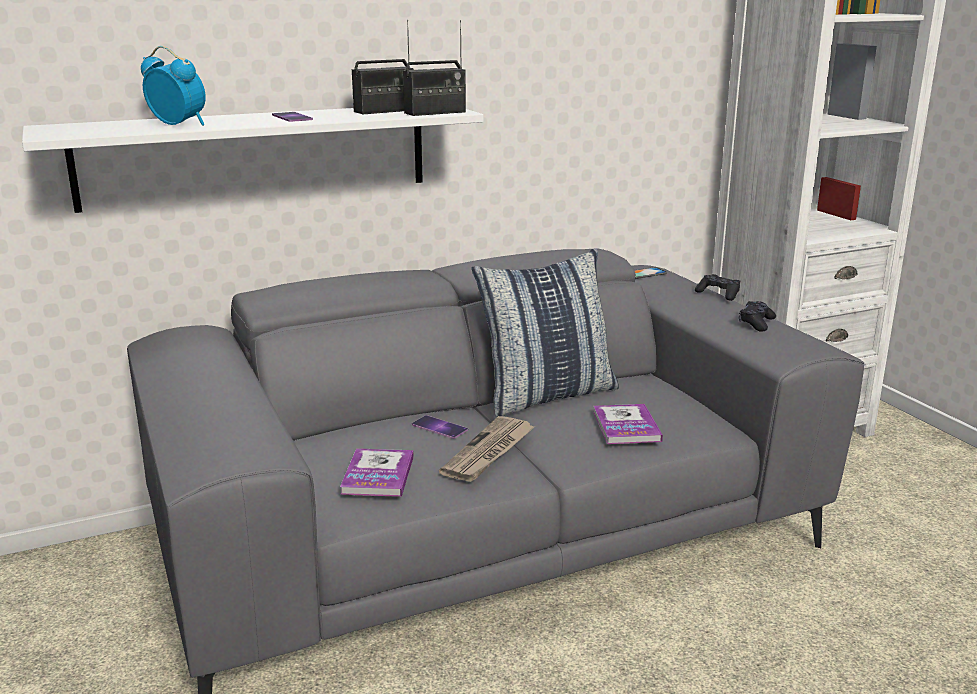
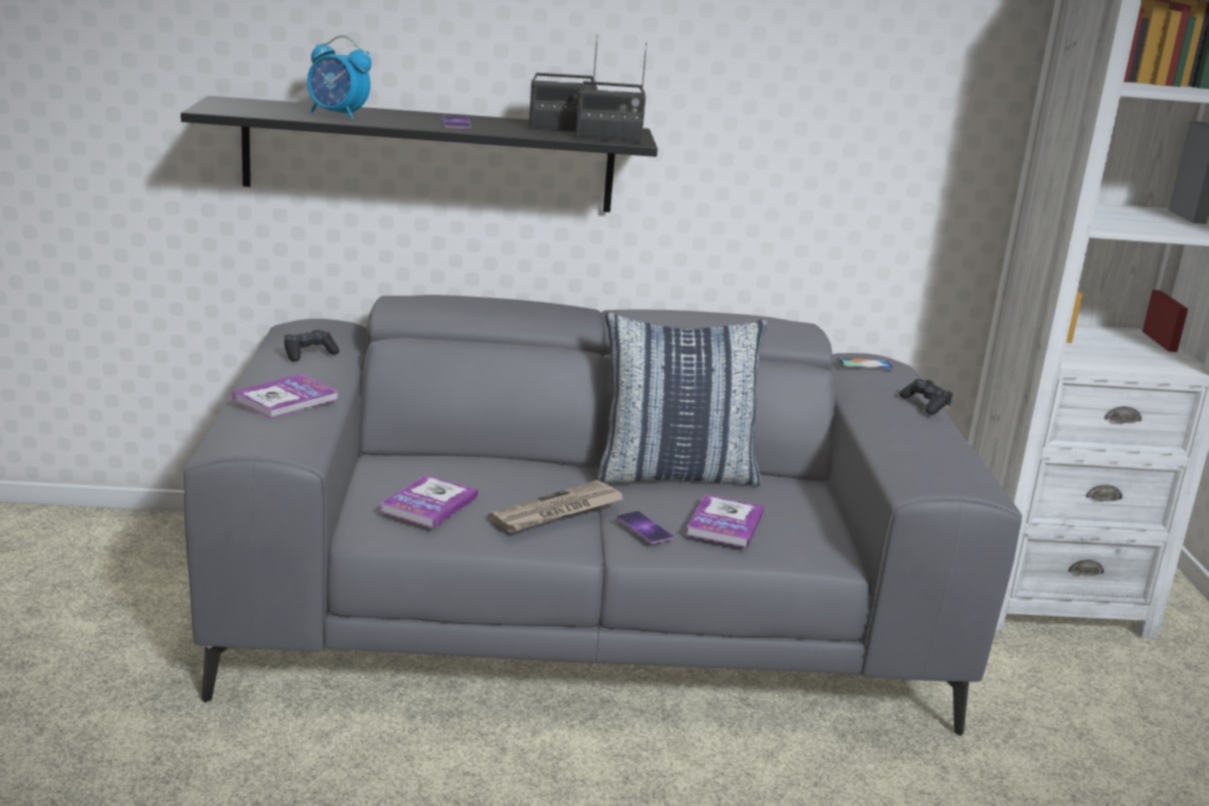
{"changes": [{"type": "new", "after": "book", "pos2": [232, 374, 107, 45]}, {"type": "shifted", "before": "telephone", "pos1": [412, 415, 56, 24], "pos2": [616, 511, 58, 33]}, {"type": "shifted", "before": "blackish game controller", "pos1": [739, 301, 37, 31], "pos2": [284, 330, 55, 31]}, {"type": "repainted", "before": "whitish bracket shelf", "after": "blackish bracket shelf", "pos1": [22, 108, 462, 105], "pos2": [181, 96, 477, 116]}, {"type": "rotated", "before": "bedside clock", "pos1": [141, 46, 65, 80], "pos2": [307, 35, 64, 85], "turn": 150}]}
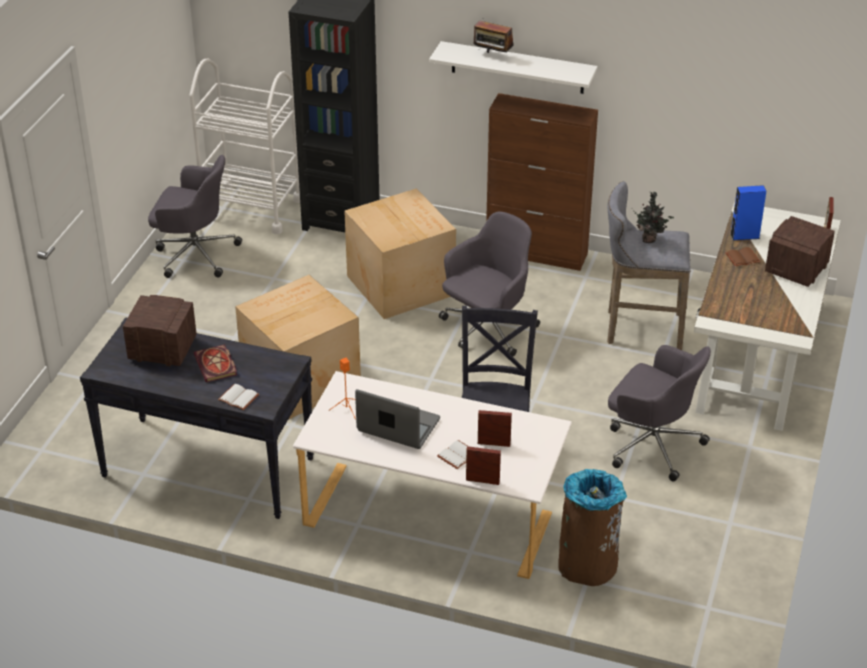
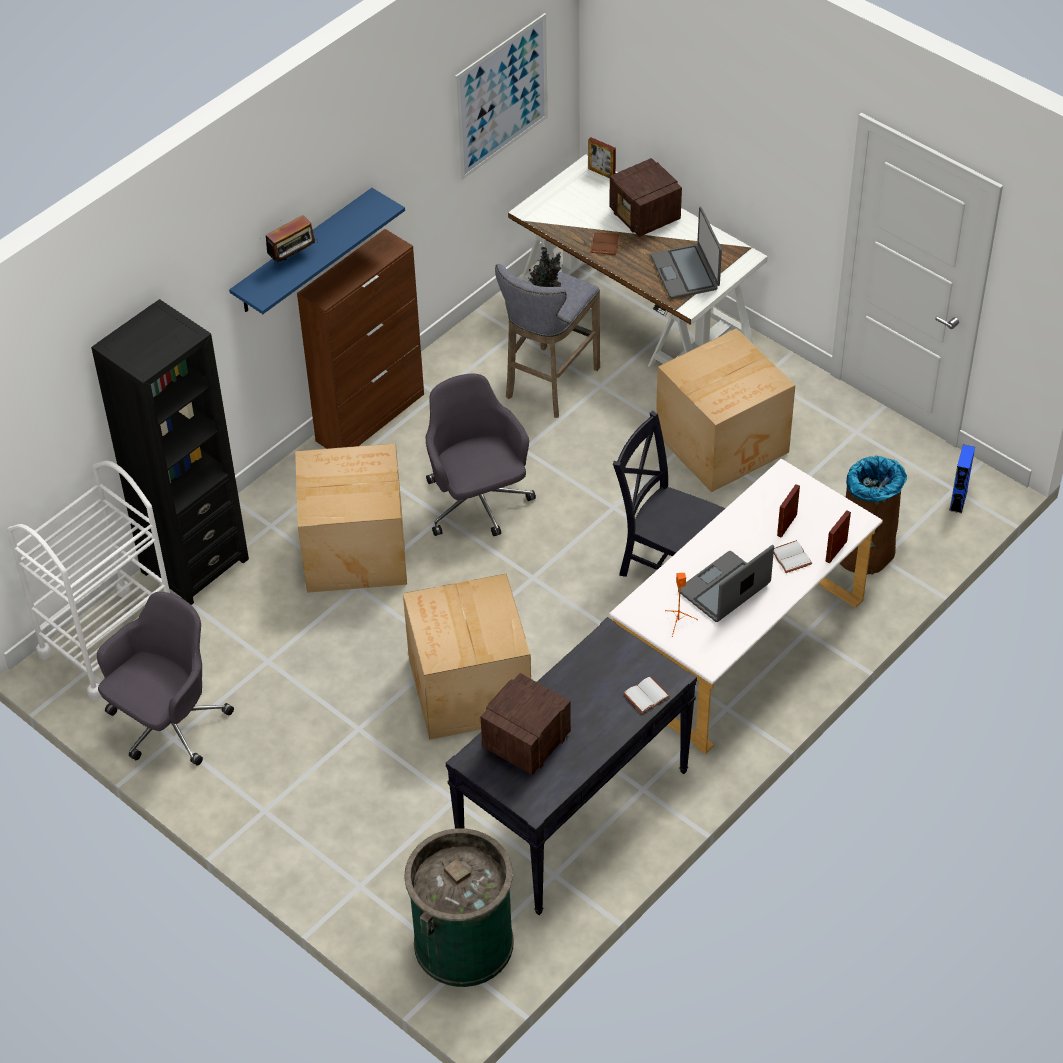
{"changes": [{"type": "gone", "before": "book", "pos1": [194, 344, 43, 38]}, {"type": "new", "after": "green trash can", "pos2": [404, 828, 110, 159]}, {"type": "new", "after": "wall picture", "pos2": [455, 13, 93, 167]}, {"type": "new", "after": "portable computer", "pos2": [651, 207, 71, 92]}, {"type": "shifted", "before": "bluish speaker", "pos1": [730, 185, 36, 56], "pos2": [949, 444, 26, 69]}, {"type": "swapped", "before": "grey office chair", "after": "cardboard box", "pos1": [608, 345, 103, 136], "pos2": [656, 328, 139, 164]}, {"type": "repainted", "before": "whitish bracket shelf", "after": "bluish bracket shelf", "pos1": [429, 41, 169, 53], "pos2": [229, 188, 176, 126]}]}
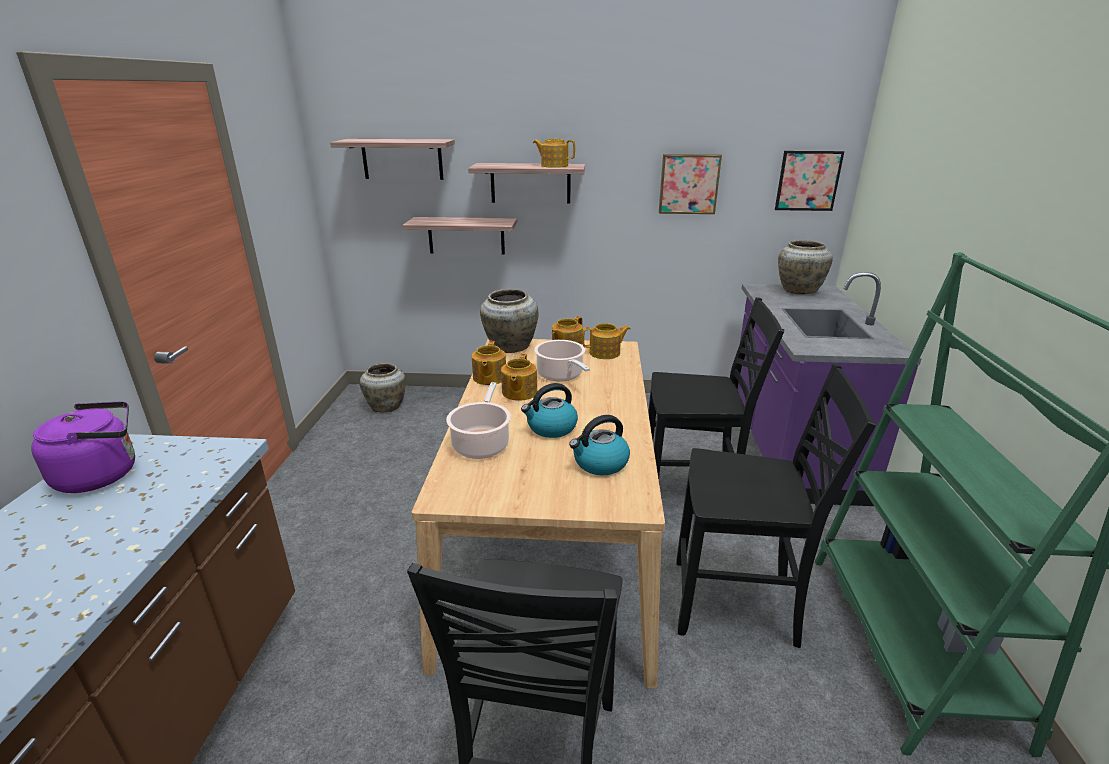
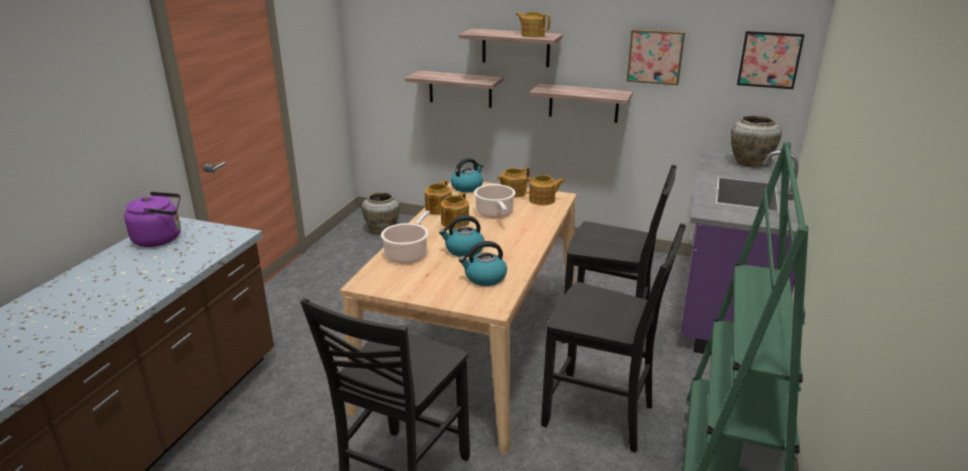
{"changes": [{"type": "shifted", "before": "bracket shelf", "pos1": [330, 139, 125, 41], "pos2": [529, 84, 104, 39]}, {"type": "swapped", "before": "beige vase", "after": "kettle", "pos1": [480, 289, 59, 64], "pos2": [451, 158, 32, 34]}]}
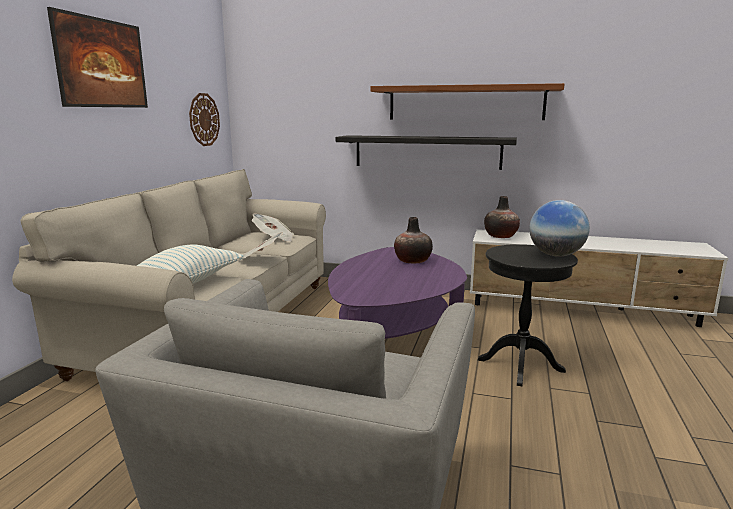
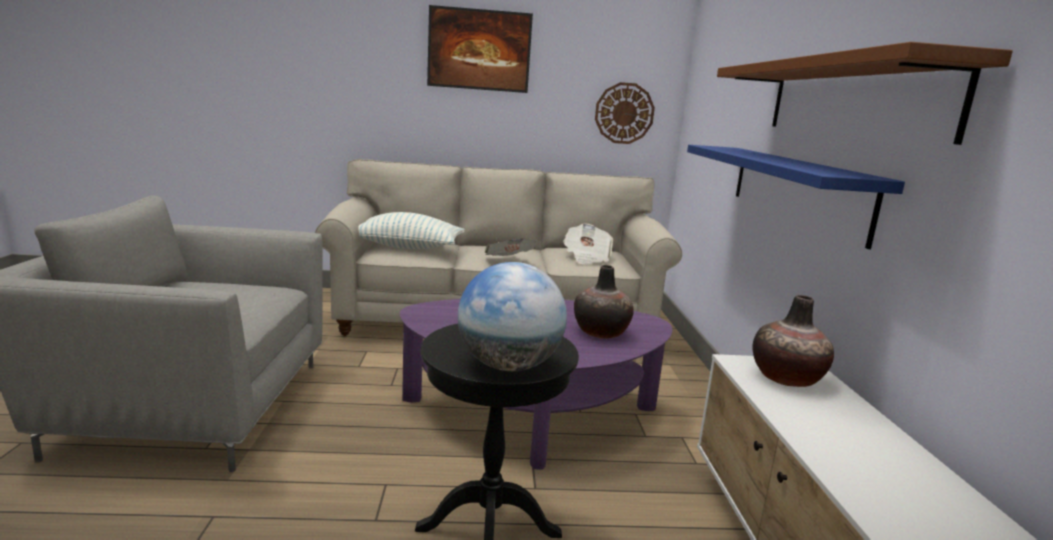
{"changes": [{"type": "repainted", "before": "blackish bracket shelf", "after": "bluish bracket shelf", "pos1": [336, 135, 181, 35], "pos2": [687, 145, 218, 104]}]}
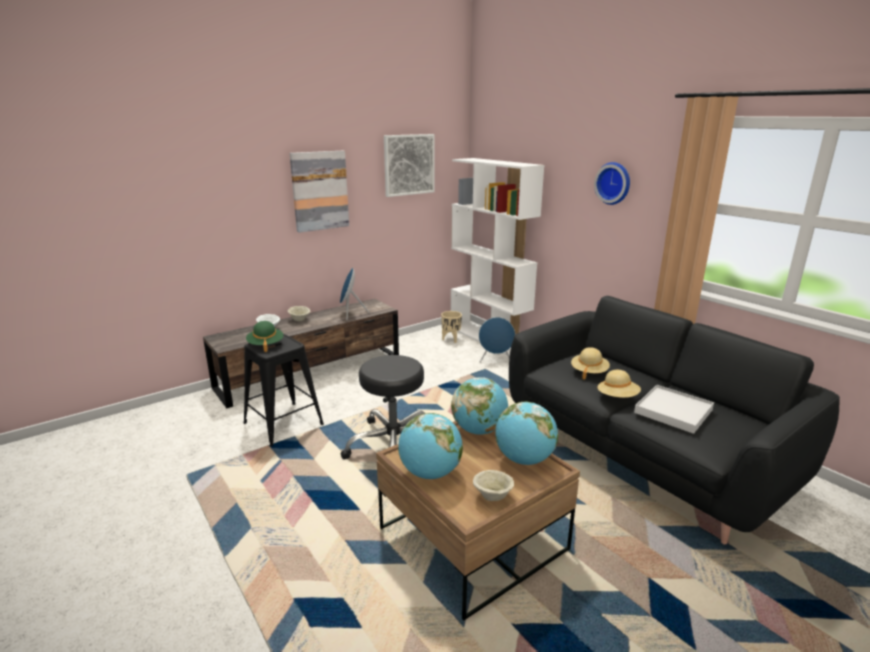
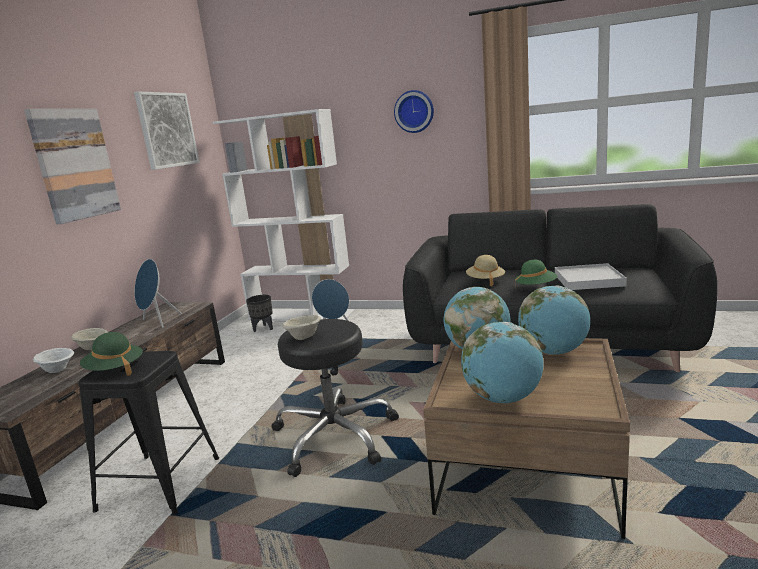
{"changes": [{"type": "shifted", "before": "beige serving bowl", "pos1": [473, 470, 41, 31], "pos2": [282, 315, 39, 25]}, {"type": "repainted", "before": "beige plant pot", "after": "blackish plant pot", "pos1": [441, 311, 21, 32], "pos2": [246, 295, 27, 37]}, {"type": "repainted", "before": "beige wearable hat", "after": "green wearable hat", "pos1": [597, 370, 44, 28], "pos2": [515, 260, 42, 25]}]}
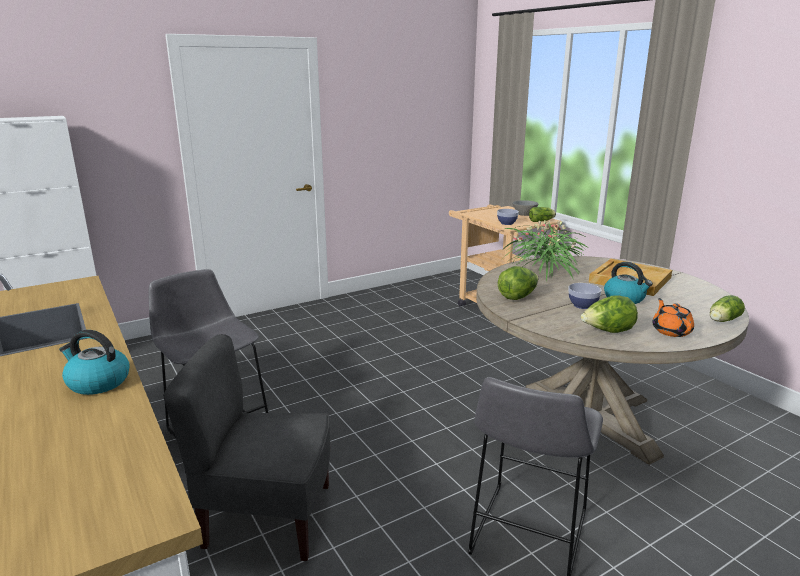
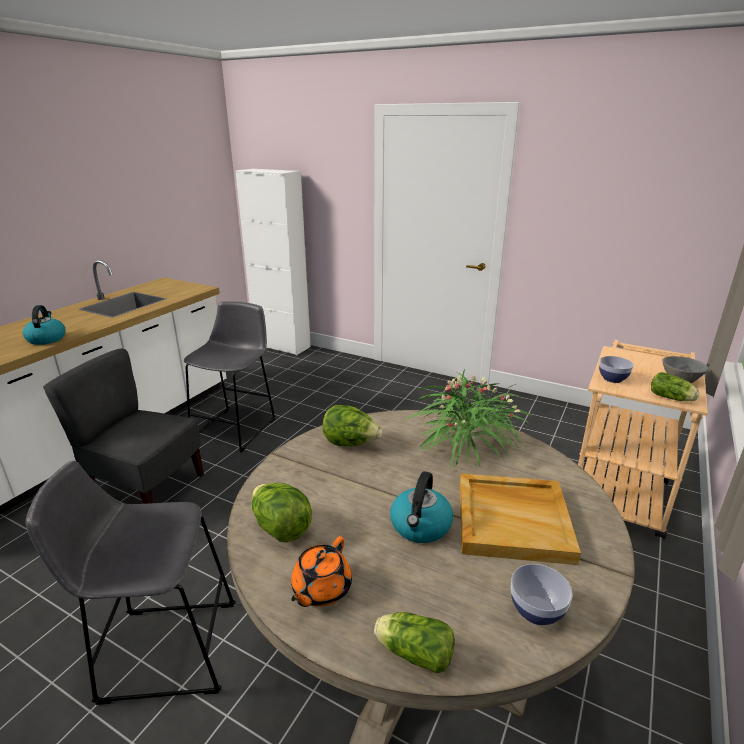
{"changes": [{"type": "shifted", "before": "serving bowl", "pos1": [568, 283, 34, 26], "pos2": [511, 564, 62, 61]}, {"type": "rotated", "before": "grey upright chair", "pos1": [163, 334, 167, 227], "pos2": [43, 349, 161, 155], "turn": -45}, {"type": "rotated", "before": "orange teapot", "pos1": [652, 298, 42, 39], "pos2": [291, 536, 61, 71], "turn": 150}]}
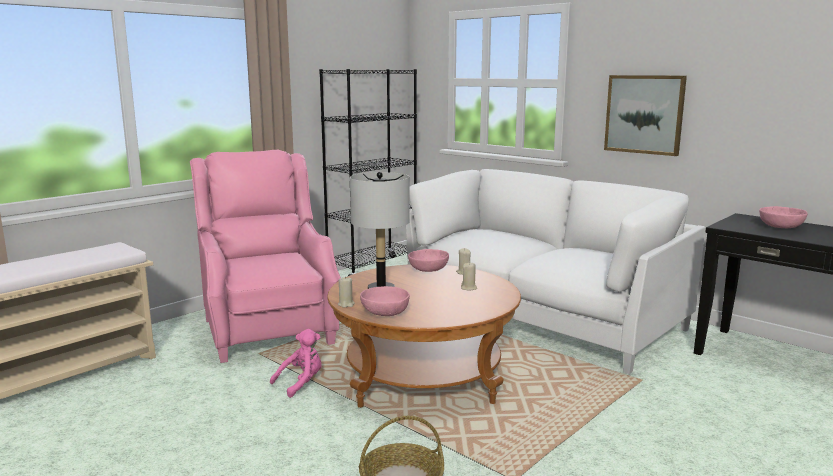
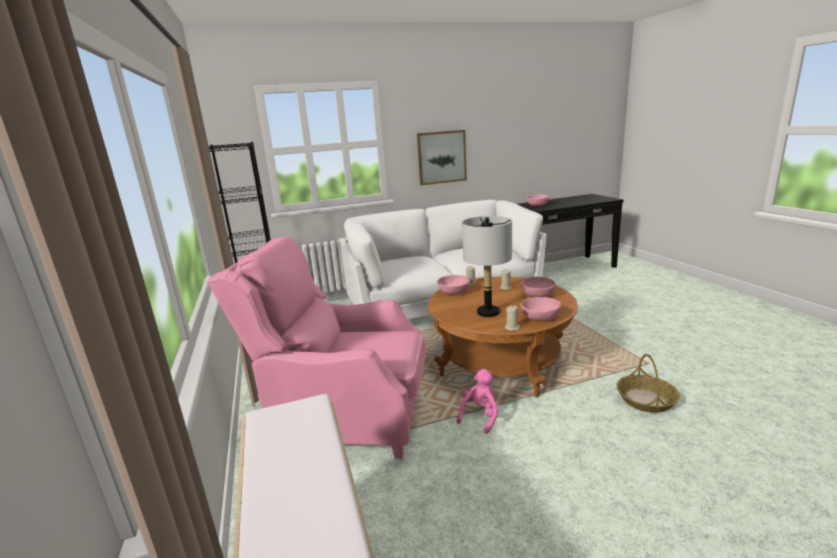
{"changes": [{"type": "new", "after": "pink serving bowl", "pos2": [521, 277, 35, 20]}, {"type": "rotated", "before": "pink plush toy", "pos1": [270, 329, 52, 69], "pos2": [457, 369, 42, 65], "turn": 45}]}
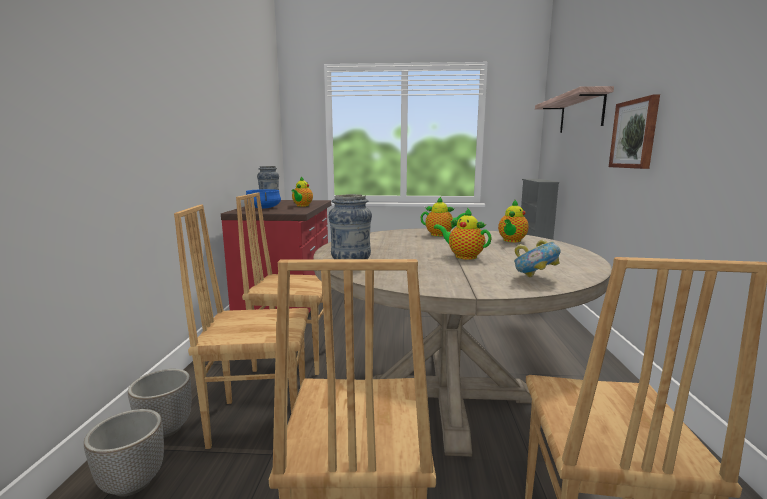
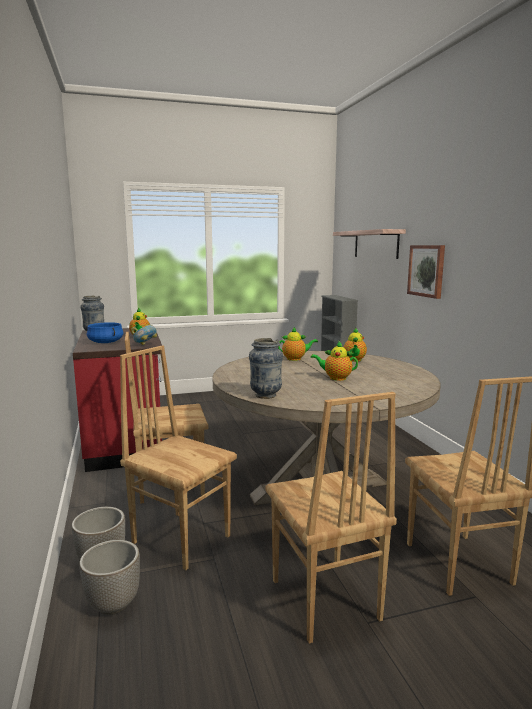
{"changes": [{"type": "shifted", "before": "serving bowl", "pos1": [514, 240, 47, 37], "pos2": [131, 325, 26, 20]}, {"type": "rotated", "before": "brown upright chair", "pos1": [174, 205, 135, 244], "pos2": [120, 345, 117, 225], "turn": 60}]}
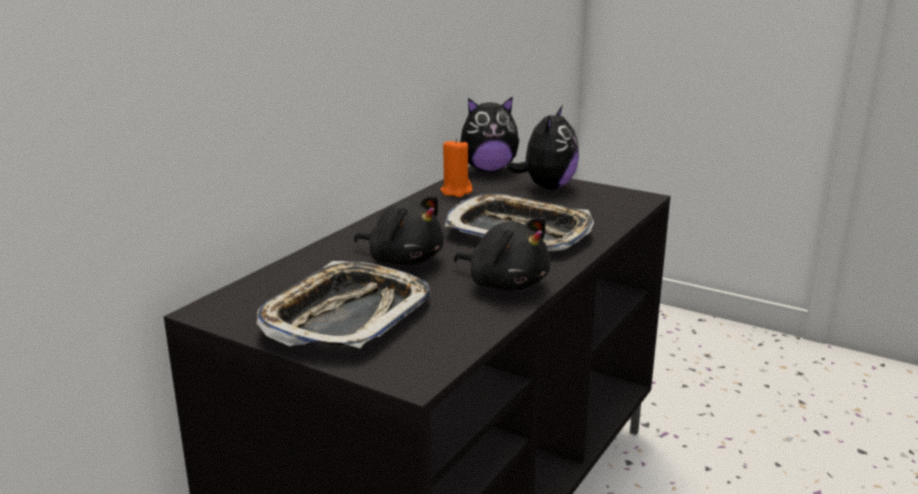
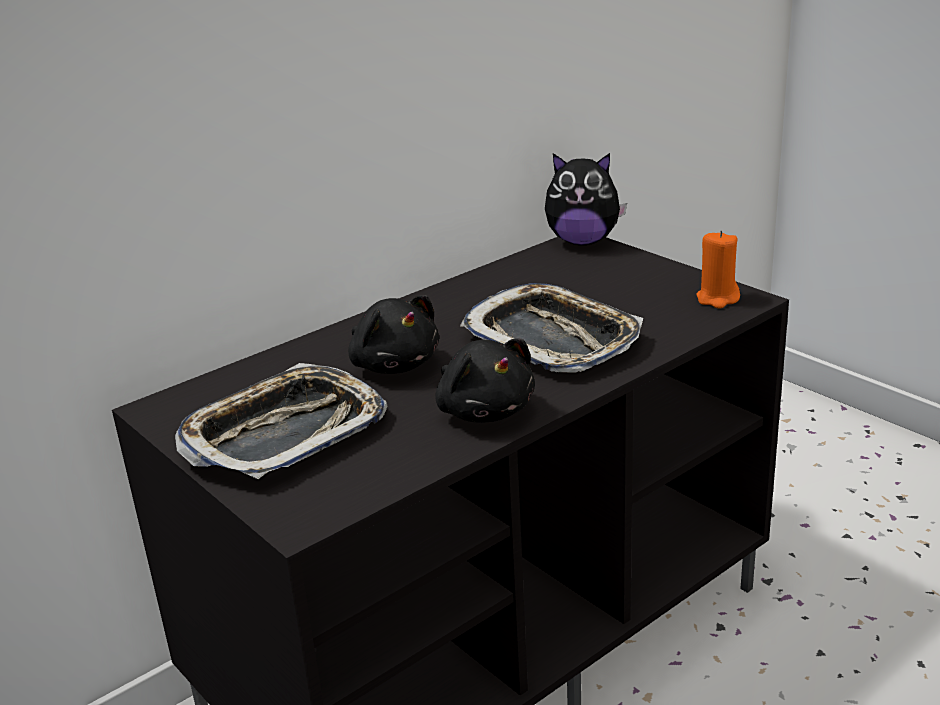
{"changes": [{"type": "gone", "before": "plush toy", "pos1": [506, 105, 73, 84]}, {"type": "shifted", "before": "orange wax candle", "pos1": [440, 138, 32, 59], "pos2": [696, 230, 44, 79]}]}
